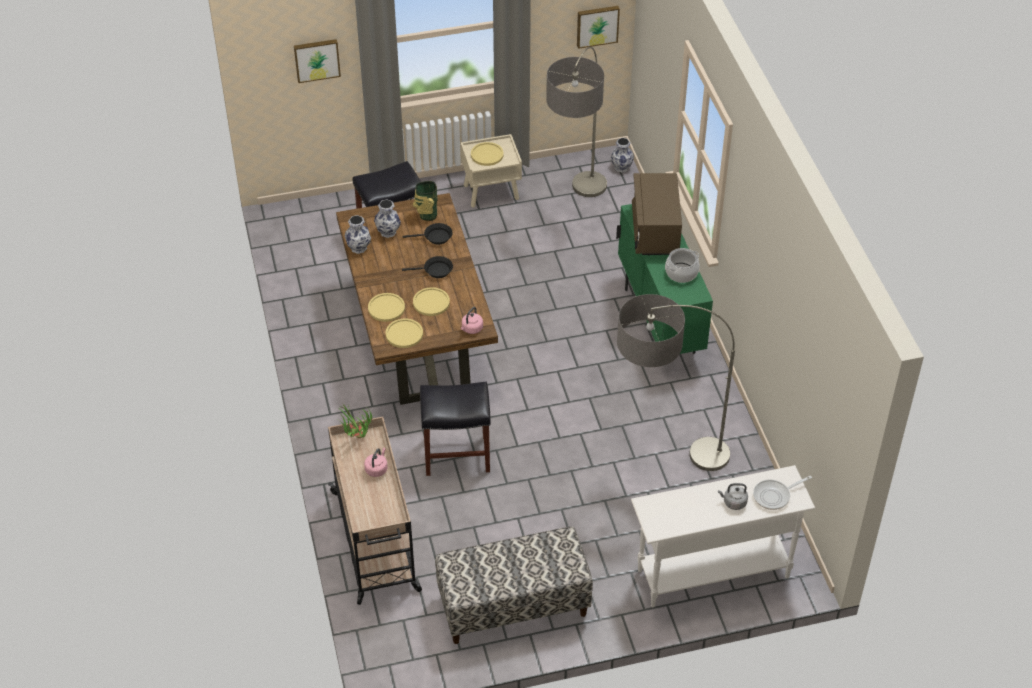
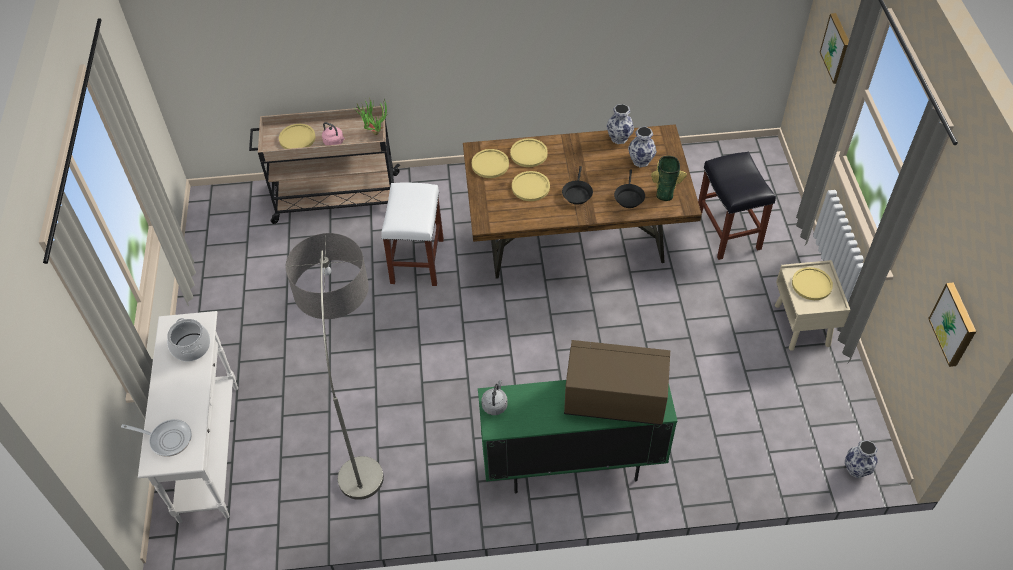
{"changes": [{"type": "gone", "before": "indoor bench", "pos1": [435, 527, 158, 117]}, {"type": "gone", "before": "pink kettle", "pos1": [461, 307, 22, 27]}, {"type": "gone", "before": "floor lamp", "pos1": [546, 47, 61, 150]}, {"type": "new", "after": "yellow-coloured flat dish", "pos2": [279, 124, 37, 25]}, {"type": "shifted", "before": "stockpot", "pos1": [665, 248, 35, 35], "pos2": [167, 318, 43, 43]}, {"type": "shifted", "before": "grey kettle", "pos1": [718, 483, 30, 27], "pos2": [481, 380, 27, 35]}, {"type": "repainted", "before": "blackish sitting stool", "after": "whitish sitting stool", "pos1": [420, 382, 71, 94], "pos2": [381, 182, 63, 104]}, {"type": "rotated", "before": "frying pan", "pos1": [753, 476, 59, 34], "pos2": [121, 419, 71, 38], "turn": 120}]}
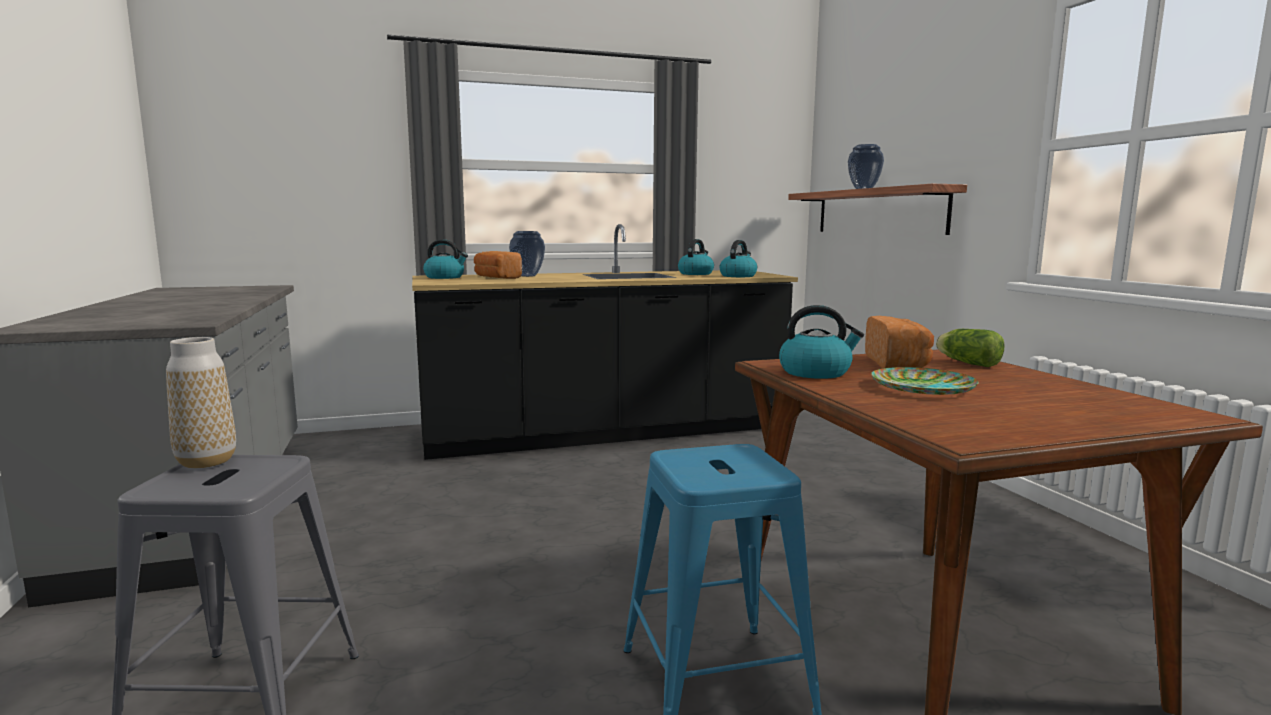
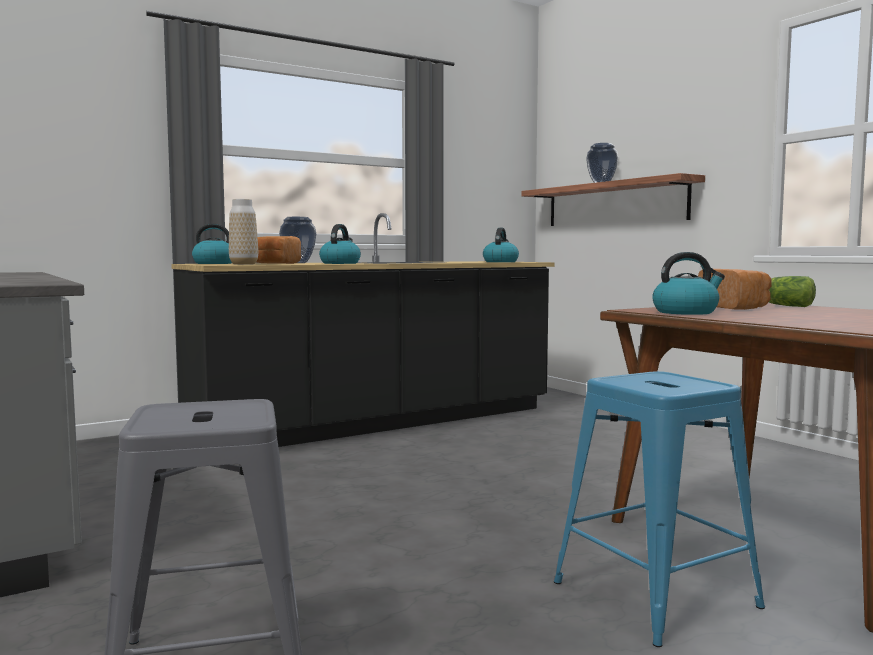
{"changes": [{"type": "gone", "before": "flat dish", "pos1": [871, 367, 108, 28]}, {"type": "shifted", "before": "vase", "pos1": [166, 337, 70, 131], "pos2": [229, 199, 29, 66]}, {"type": "shifted", "before": "kettle", "pos1": [678, 239, 36, 36], "pos2": [319, 224, 42, 40]}]}
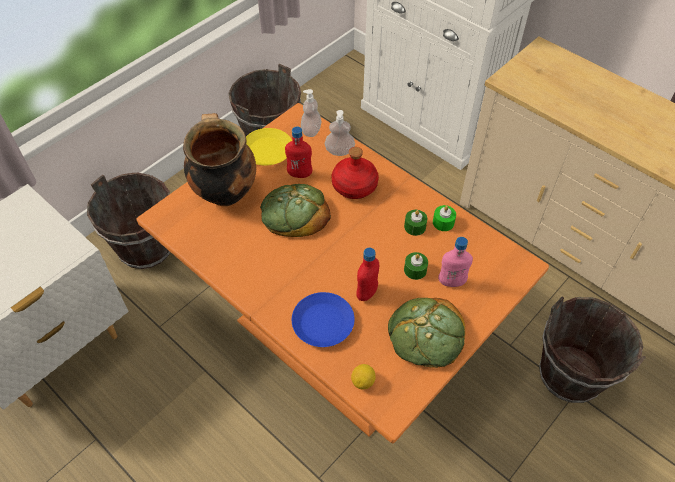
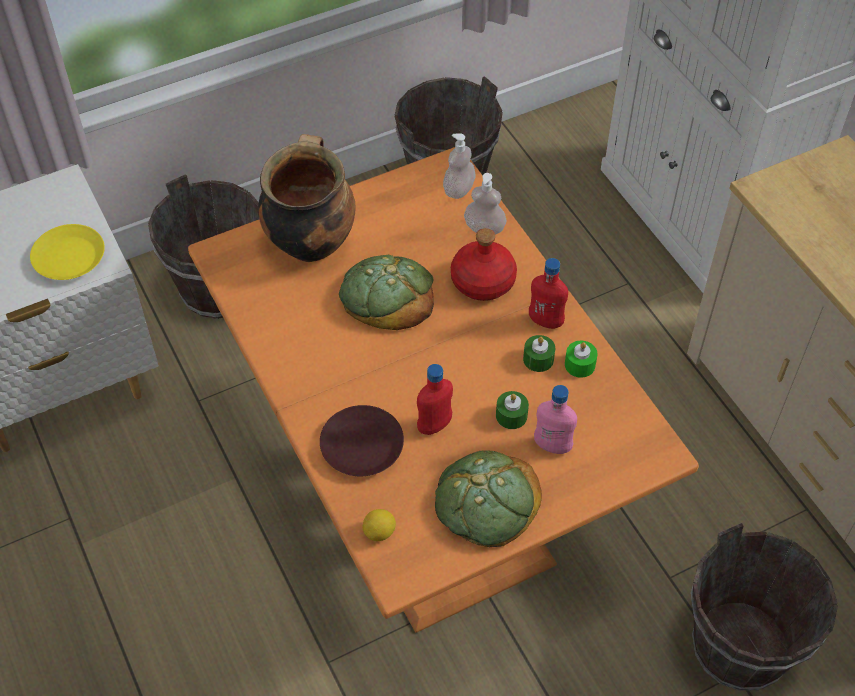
{"changes": [{"type": "shifted", "before": "yellow-coloured flat dish", "pos1": [246, 128, 46, 38], "pos2": [30, 224, 75, 56]}, {"type": "shifted", "before": "reddish bottle", "pos1": [285, 126, 27, 52], "pos2": [529, 258, 39, 71]}, {"type": "repainted", "before": "bluish flat dish", "after": "brown flat dish", "pos1": [292, 292, 63, 55], "pos2": [320, 405, 84, 71]}]}
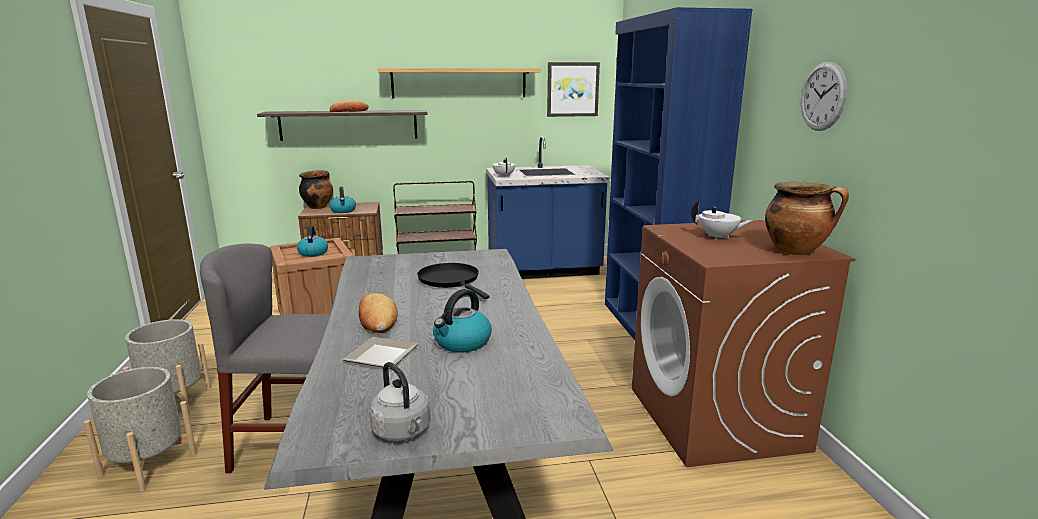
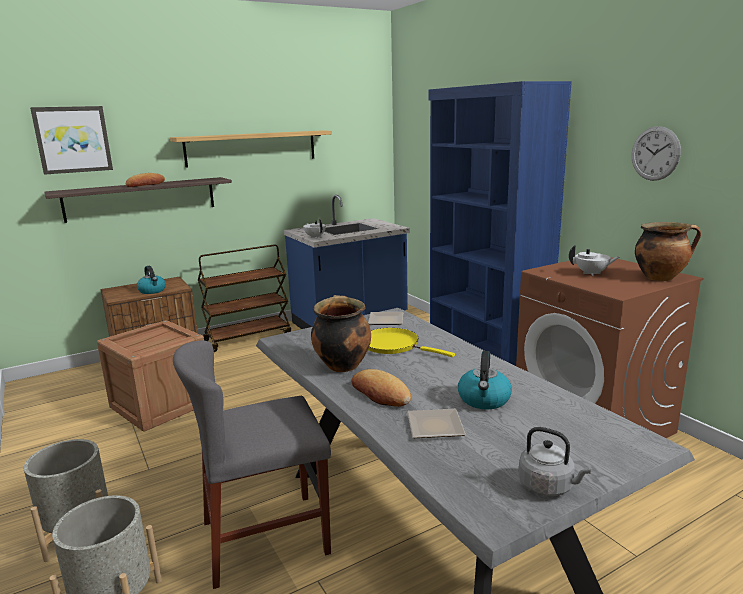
{"changes": [{"type": "gone", "before": "kettle", "pos1": [297, 226, 31, 31]}, {"type": "new", "after": "flat dish", "pos2": [368, 312, 35, 13]}, {"type": "shifted", "before": "stockpot", "pos1": [299, 170, 34, 39], "pos2": [311, 295, 60, 77]}, {"type": "shifted", "before": "wall picture", "pos1": [547, 62, 53, 55], "pos2": [30, 106, 83, 69]}, {"type": "repainted", "before": "blackish frying pan", "after": "yellow-coloured frying pan", "pos1": [417, 263, 73, 36], "pos2": [368, 328, 87, 29]}]}
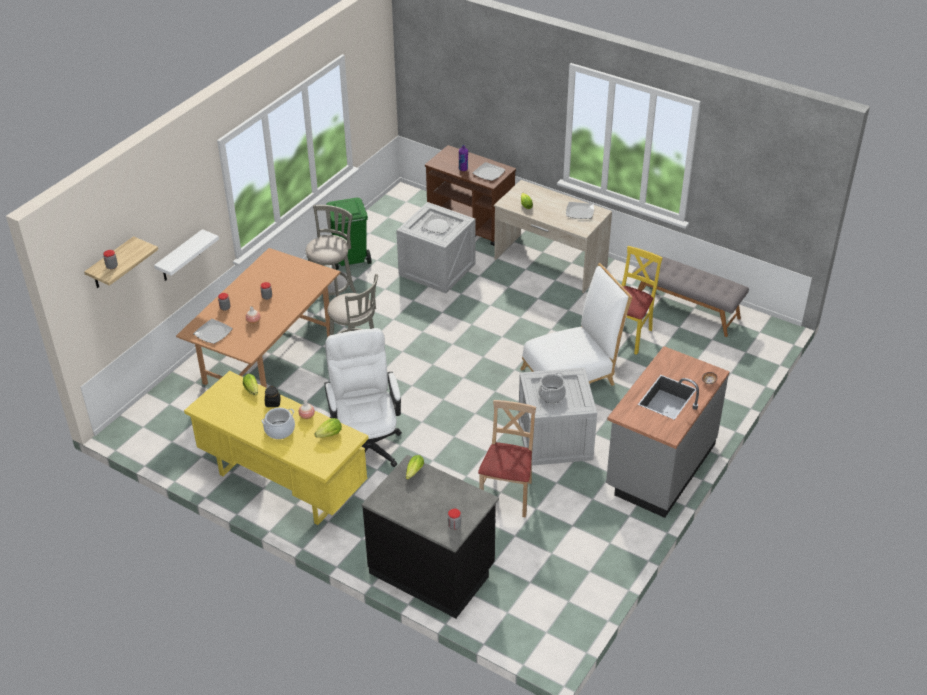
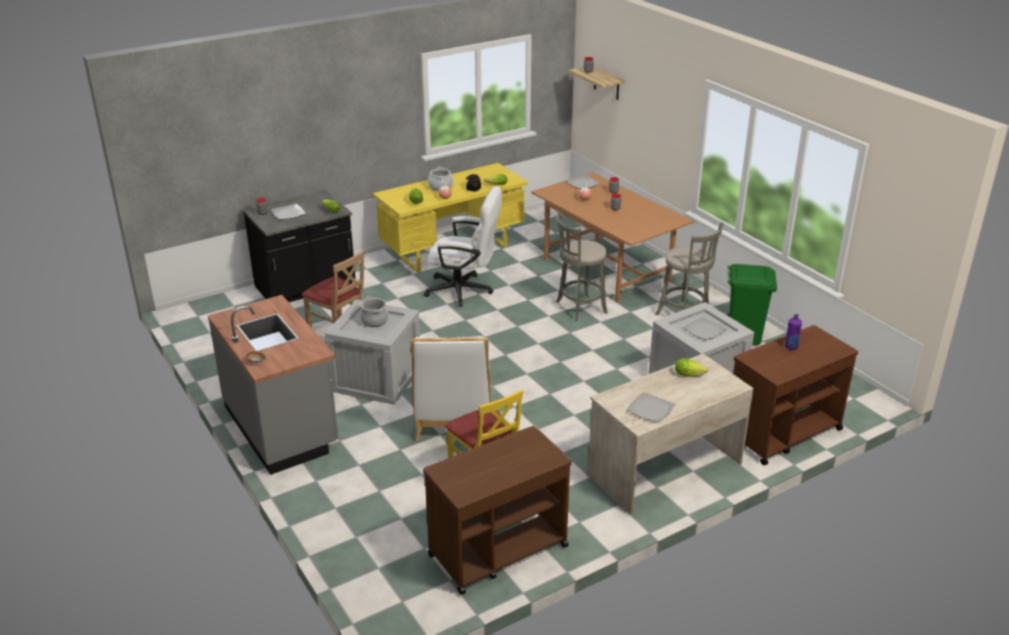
{"changes": [{"type": "gone", "before": "whitish bracket shelf", "pos1": [154, 229, 65, 52]}, {"type": "shifted", "before": "flat dish", "pos1": [473, 162, 32, 19], "pos2": [271, 204, 35, 16]}, {"type": "swapped", "before": "grey indoor bench", "after": "brown cart", "pos1": [632, 254, 117, 83], "pos2": [423, 426, 148, 169]}]}
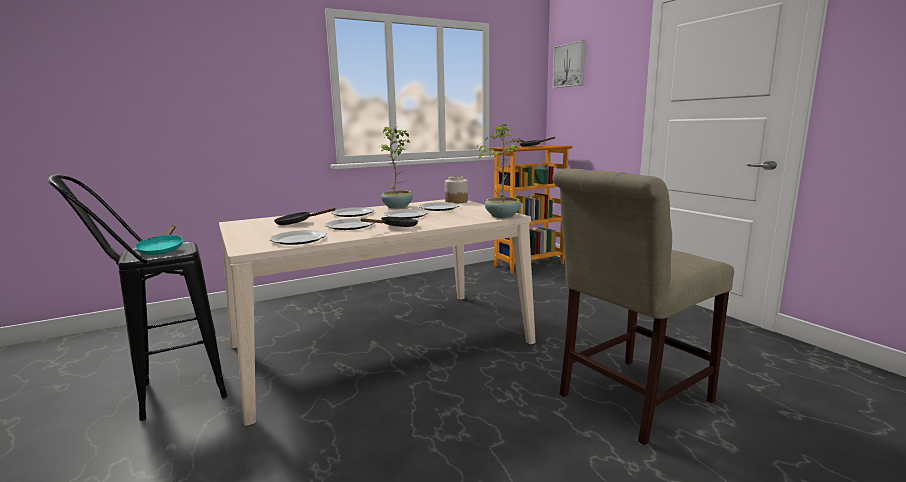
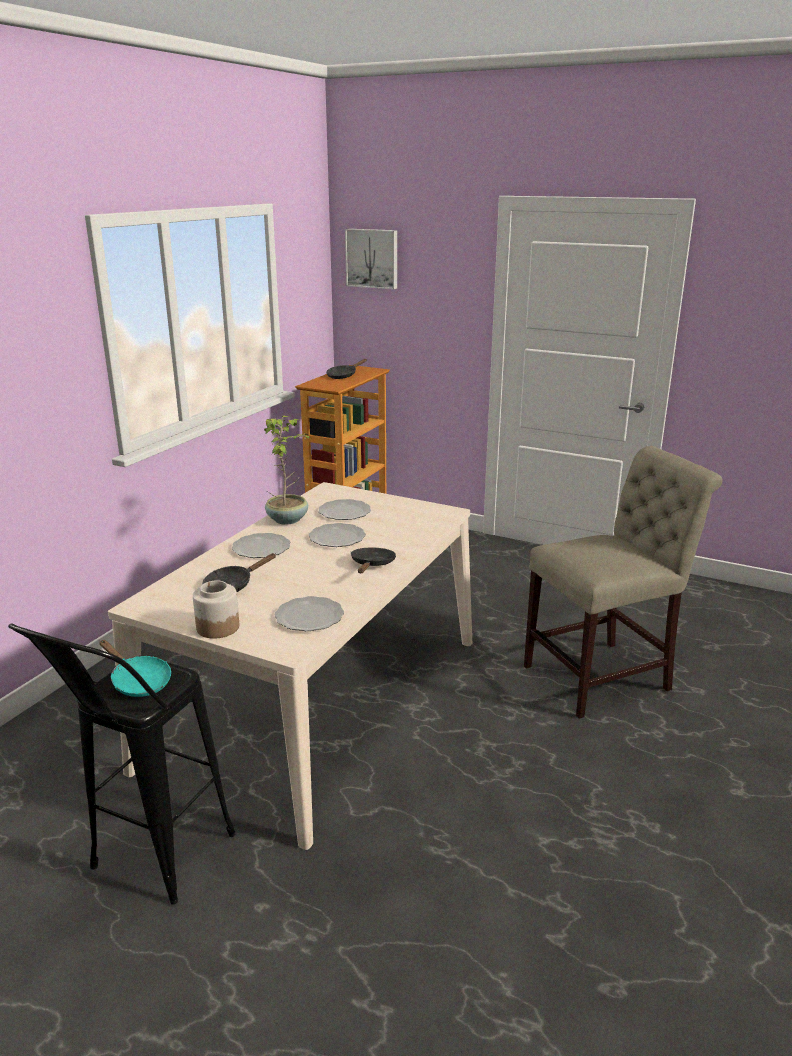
{"changes": [{"type": "gone", "before": "flat dish", "pos1": [325, 218, 49, 12]}, {"type": "gone", "before": "plant in a pot", "pos1": [476, 124, 49, 94]}, {"type": "shifted", "before": "jar", "pos1": [445, 176, 23, 28], "pos2": [193, 581, 46, 57]}, {"type": "rotated", "before": "beige upright chair", "pos1": [552, 169, 182, 276], "pos2": [524, 446, 198, 273], "turn": -135}]}
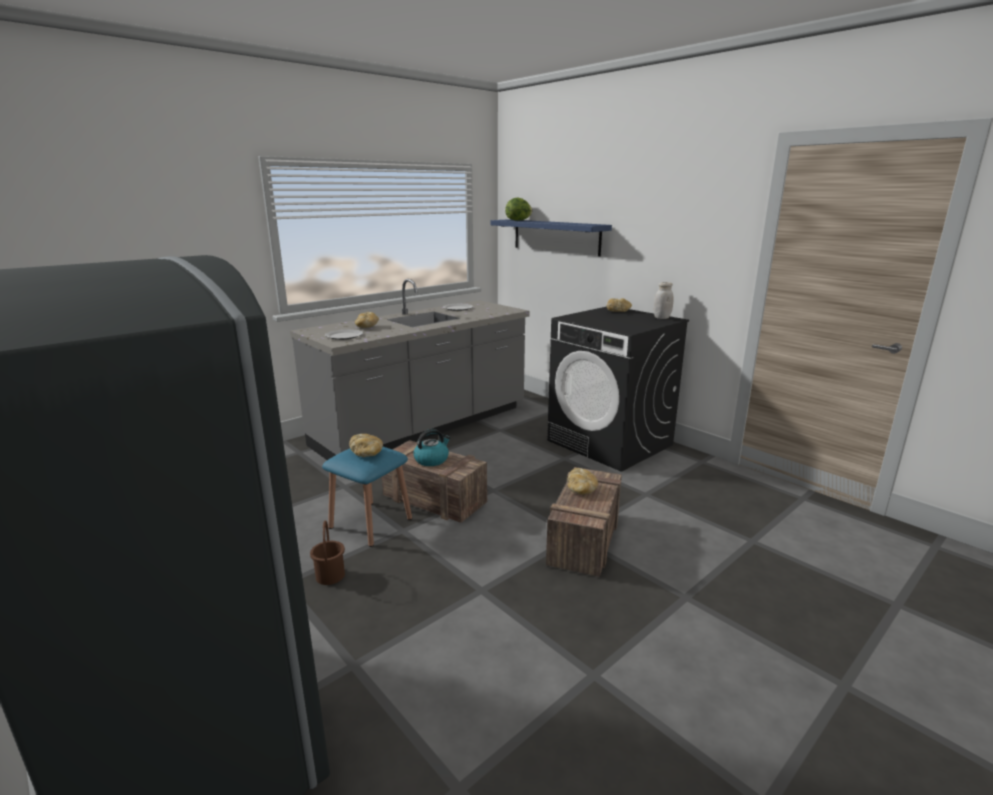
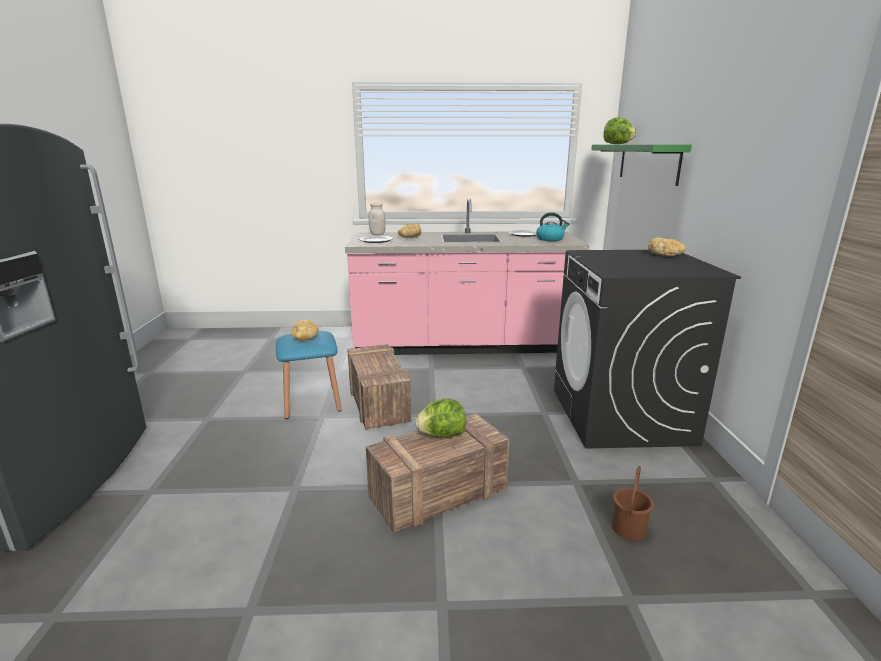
{"changes": [{"type": "shifted", "before": "brown water bucket", "pos1": [310, 521, 35, 64], "pos2": [612, 466, 42, 75]}, {"type": "shifted", "before": "kettle", "pos1": [413, 429, 38, 37], "pos2": [536, 212, 33, 29]}, {"type": "shifted", "before": "whitish jar", "pos1": [654, 282, 19, 37], "pos2": [369, 202, 17, 33]}, {"type": "swapped", "before": "bread", "after": "lettuce head", "pos1": [567, 468, 31, 27], "pos2": [415, 398, 51, 40]}, {"type": "repainted", "before": "grey kitchen counter", "after": "pink kitchen counter", "pos1": [290, 279, 240, 181], "pos2": [345, 198, 245, 157]}, {"type": "repainted", "before": "bluish bracket shelf", "after": "green bracket shelf", "pos1": [491, 219, 121, 37], "pos2": [591, 144, 101, 42]}]}
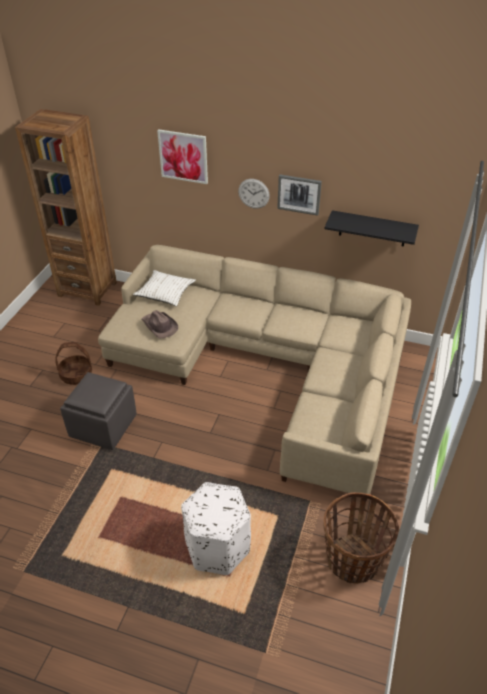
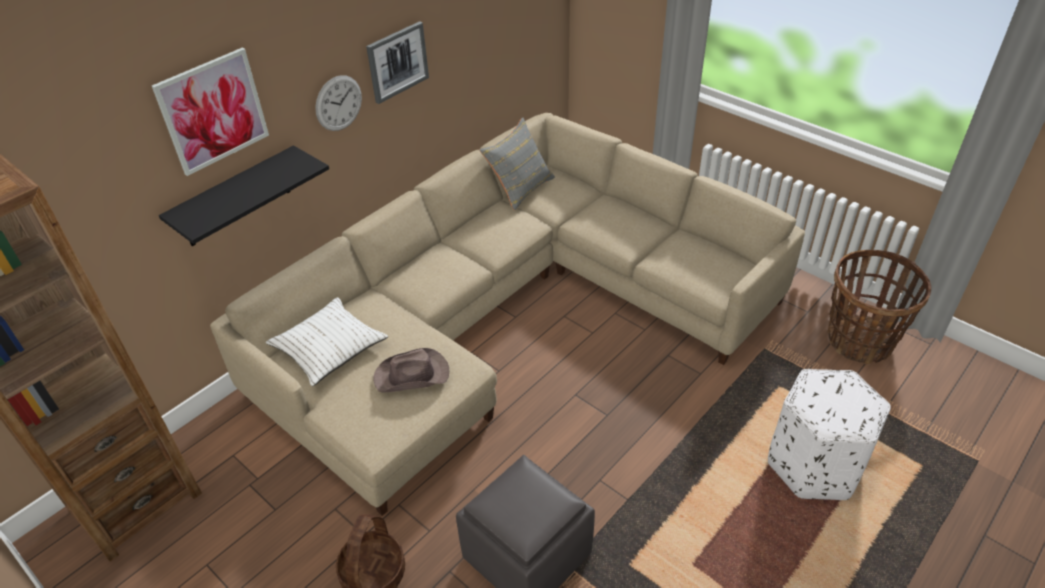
{"changes": [{"type": "new", "after": "grey throw pillow", "pos2": [479, 117, 76, 93]}, {"type": "shifted", "before": "blackish bracket shelf", "pos1": [324, 210, 95, 37], "pos2": [159, 145, 170, 101]}]}
